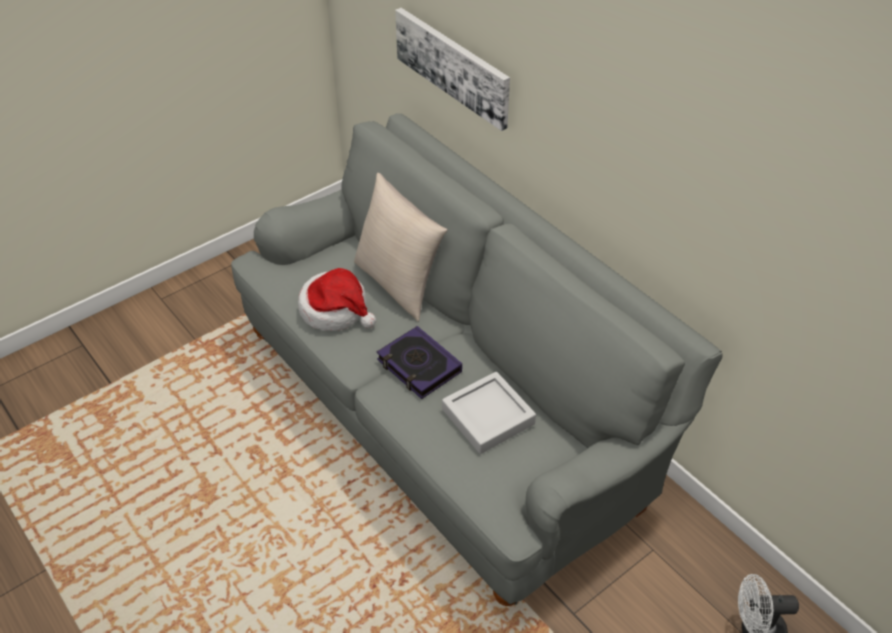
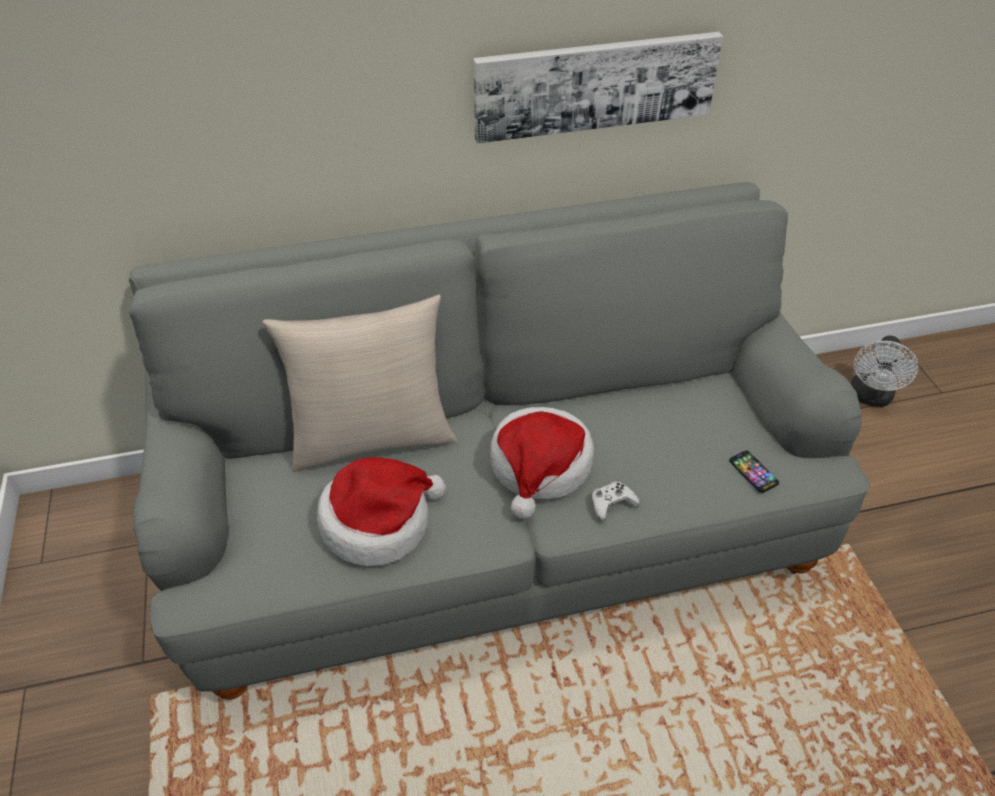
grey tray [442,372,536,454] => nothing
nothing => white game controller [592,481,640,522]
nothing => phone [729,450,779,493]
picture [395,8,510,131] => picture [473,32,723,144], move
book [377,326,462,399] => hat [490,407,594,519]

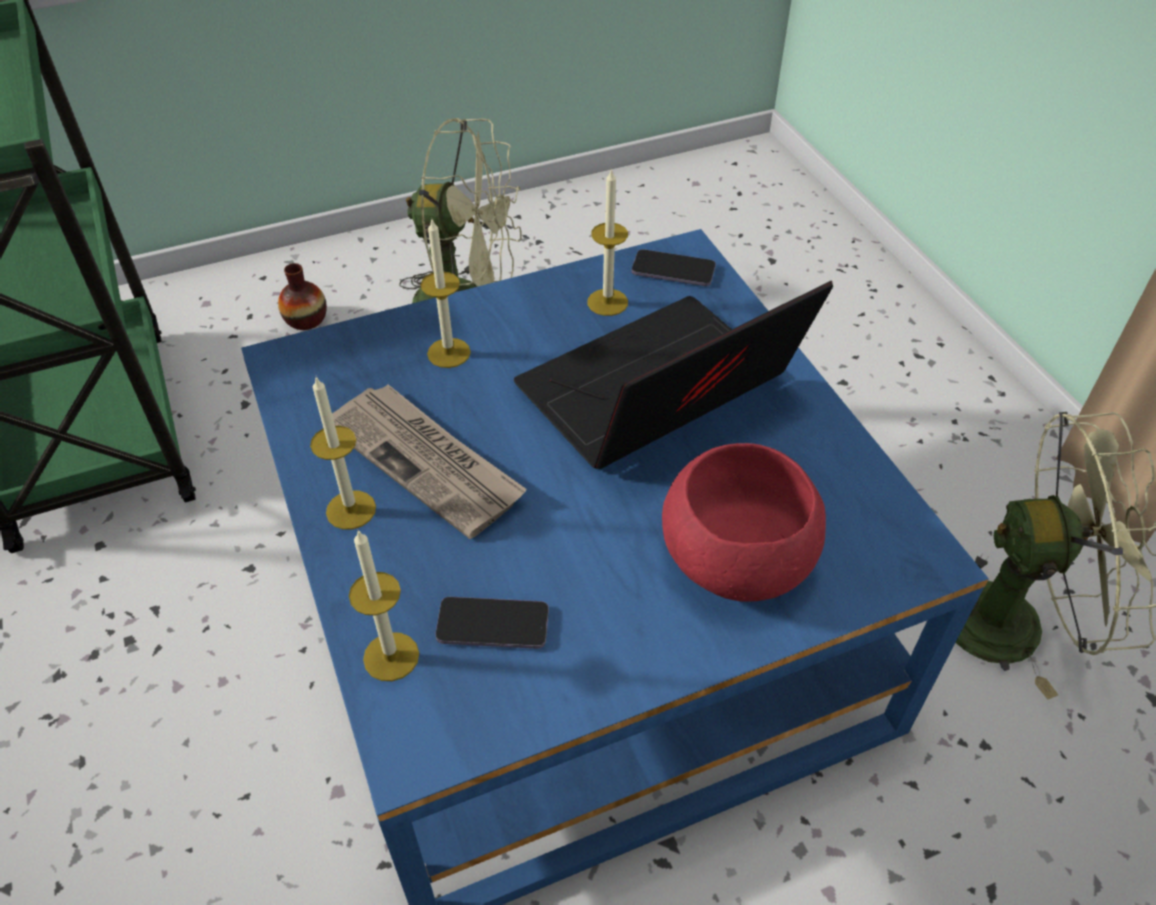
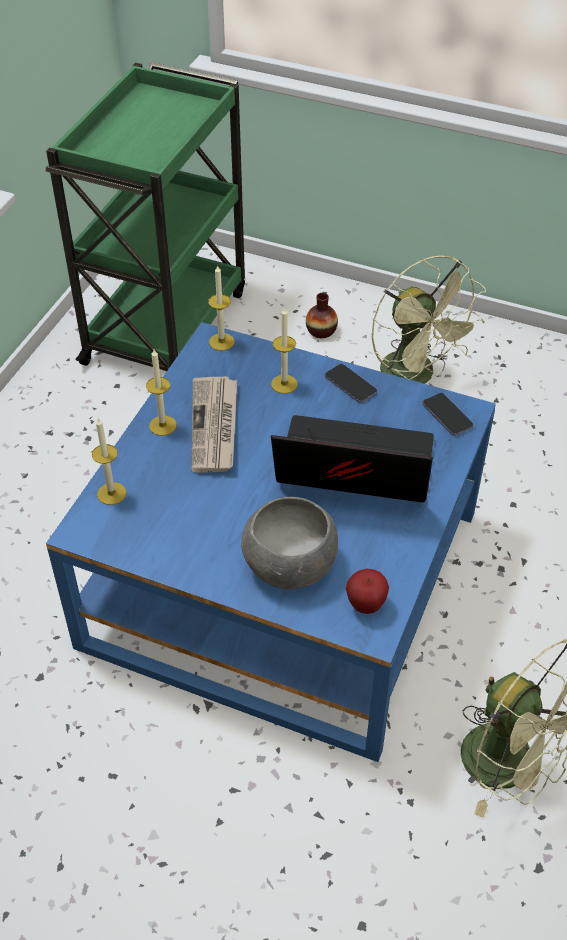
nothing => apple [346,569,389,614]
phone [435,597,549,649] => phone [325,364,377,403], move
candle [588,168,628,316] => candle [208,265,235,351], move
red bowl [662,443,826,602] => grey bowl [241,497,338,589]

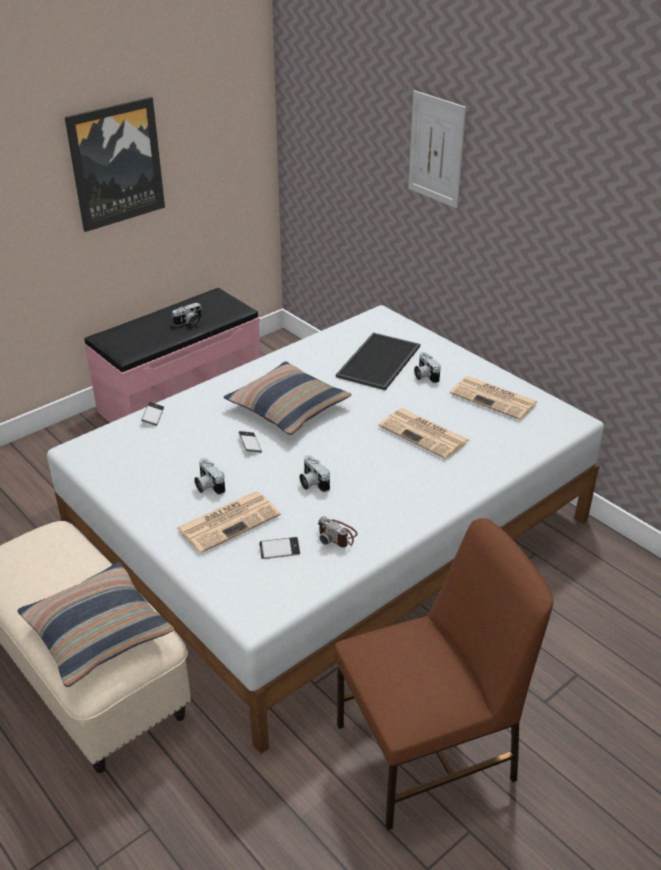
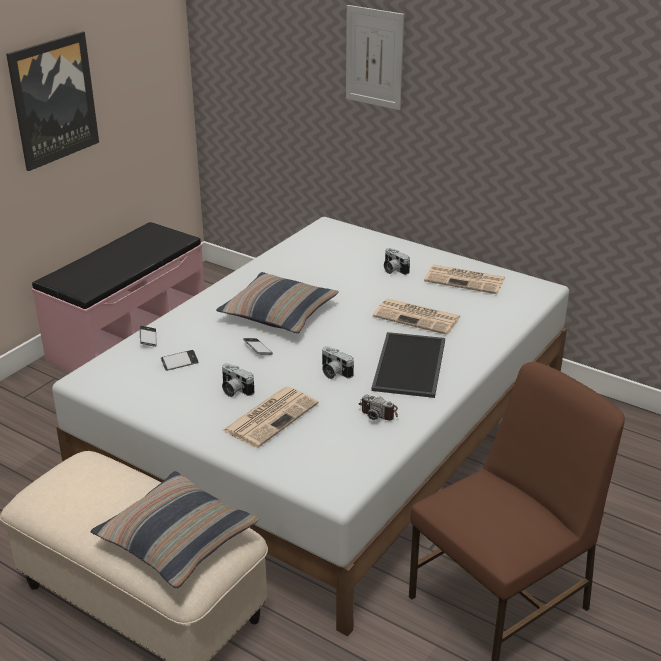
photo camera [172,302,202,327] => nothing
phone [259,537,300,559] => phone [161,350,198,371], move
tray [336,333,420,390] => tray [371,332,445,398], move

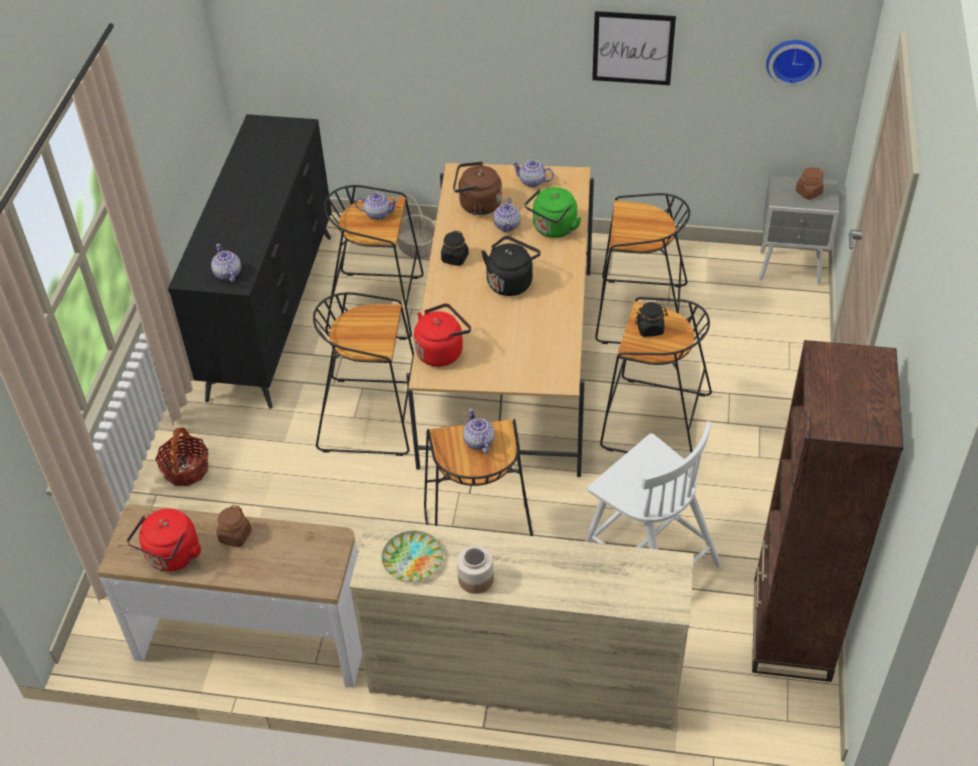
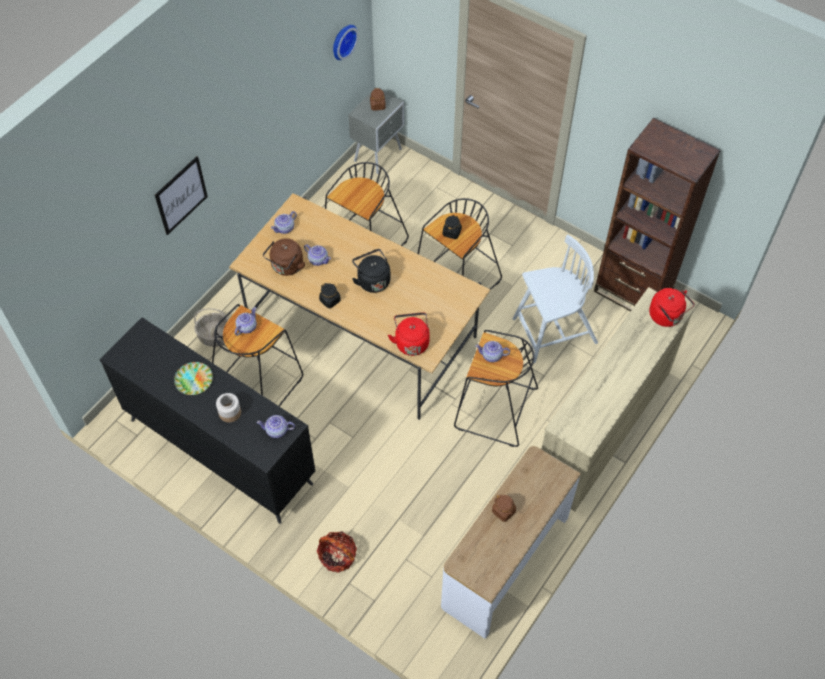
black stool [313,292,414,456] => nothing
green kettle [525,187,581,238] => nothing
red kettle [127,508,201,571] => red kettle [649,288,695,327], move
plate [382,531,443,582] => plate [174,362,213,395], move
jar [457,545,494,594] => jar [216,393,241,422], move
picture [592,11,676,85] => picture [155,156,208,235], move

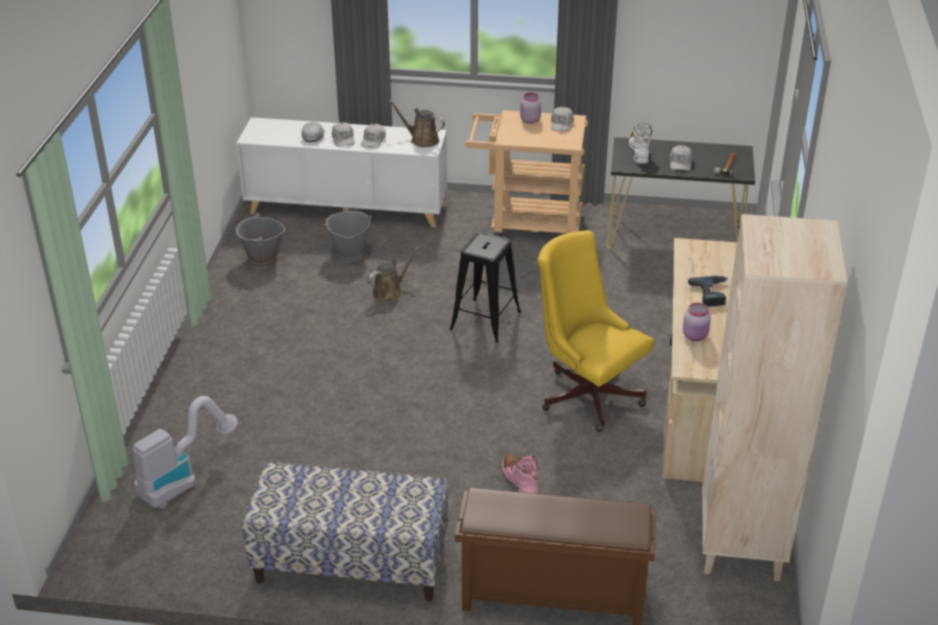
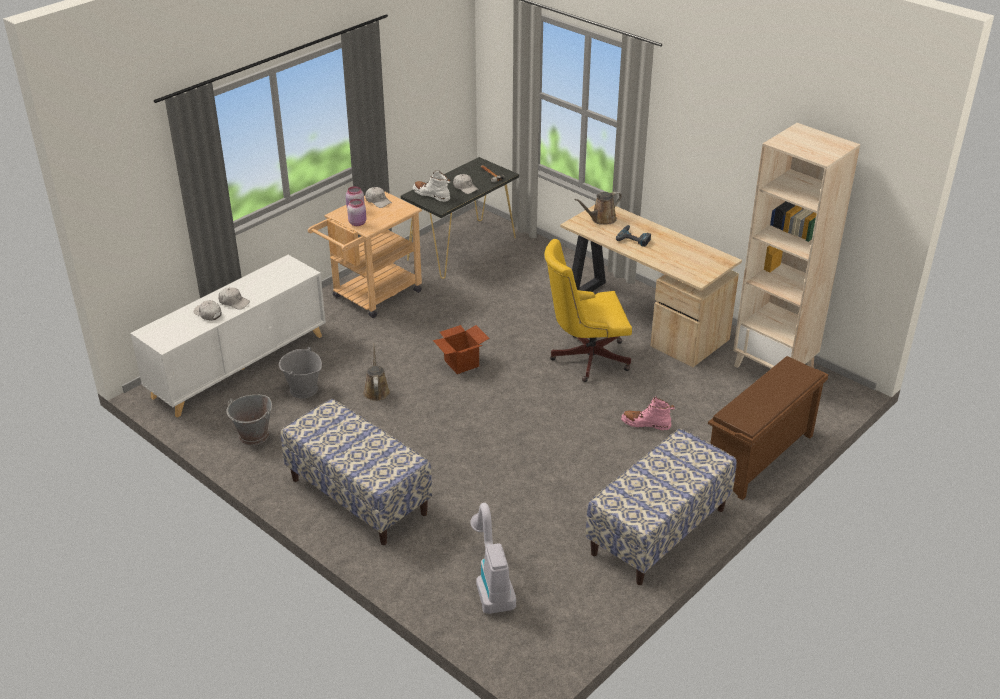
white cap [361,124,386,148] => nothing
nothing => bench [281,399,432,545]
brown watering can [389,100,445,147] => brown watering can [575,191,622,224], move
pink jar [683,302,711,341] => pink jar [347,199,366,226], move
black stool [450,231,521,343] => cardboard box [433,325,490,374]

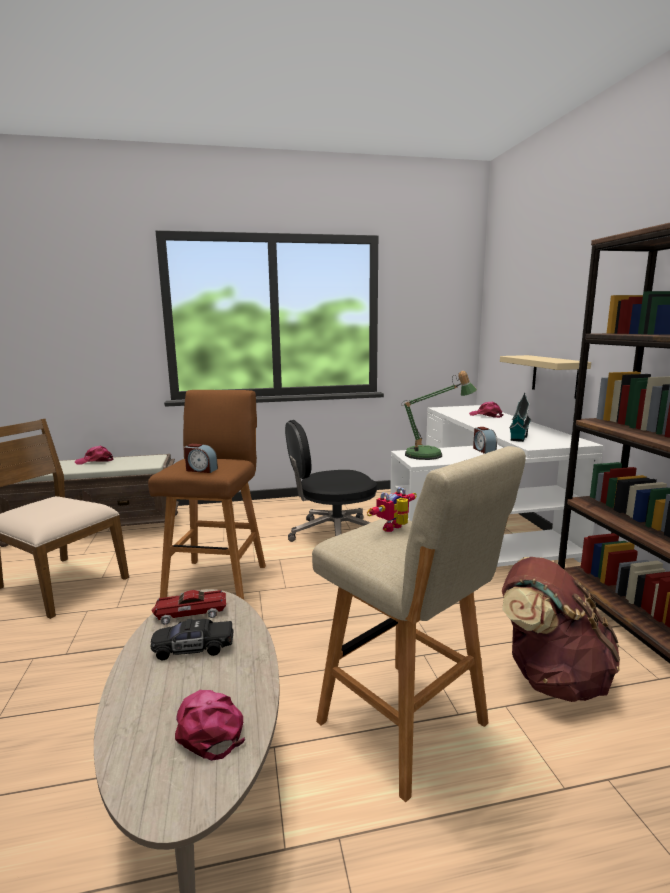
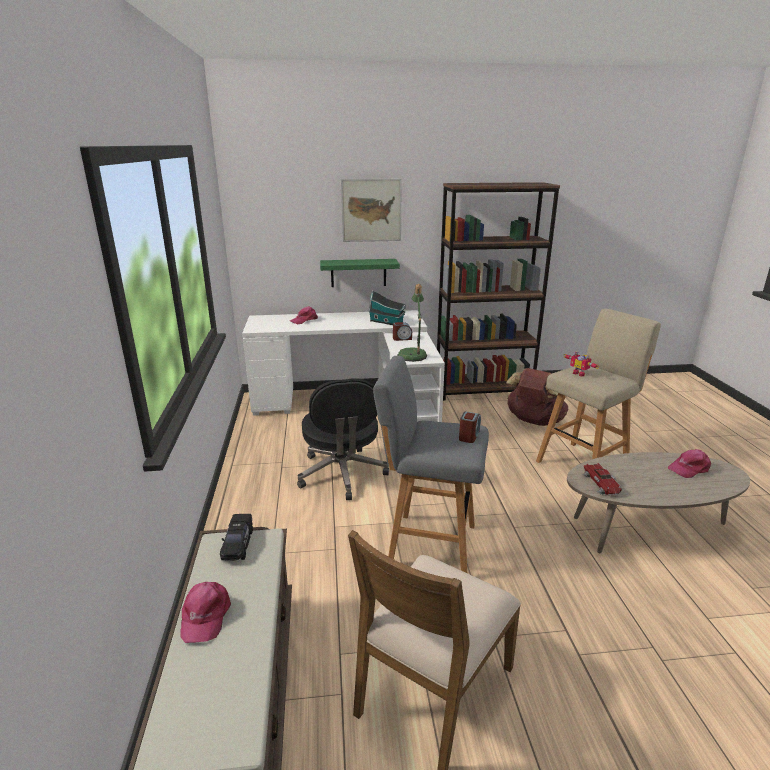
nothing => picture [341,179,402,242]
black toy car [150,619,234,660] => black toy car [220,514,253,561], move
brown stool [148,390,266,600] => grey stool [373,356,489,573]
beige shelf [500,355,591,399] => green shelf [320,259,400,287]

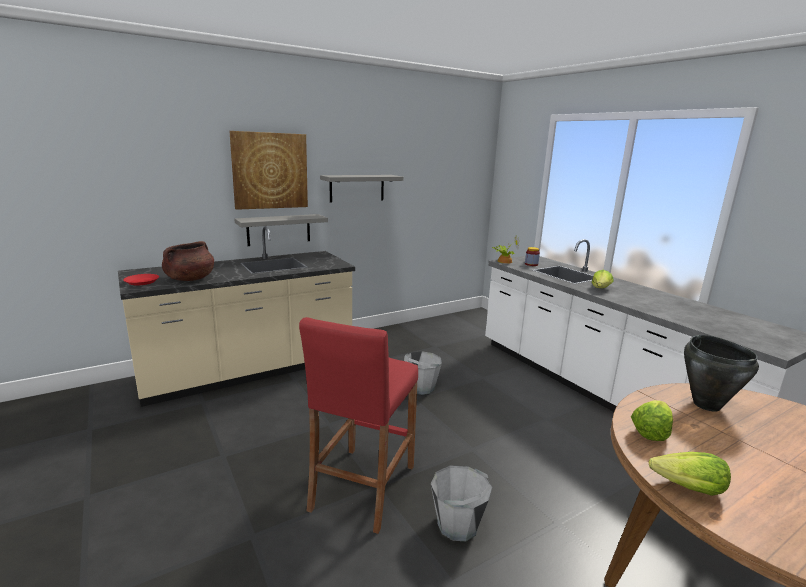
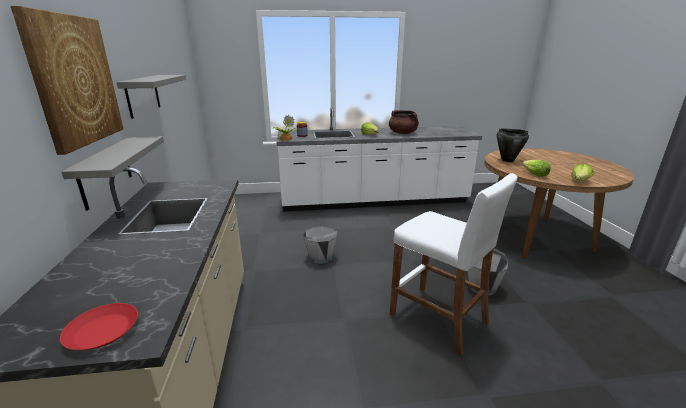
brown cooking pot [162,241,214,281] => brown cooking pot [389,110,419,134], move
red stool [299,317,418,534] => white stool [390,173,518,355]

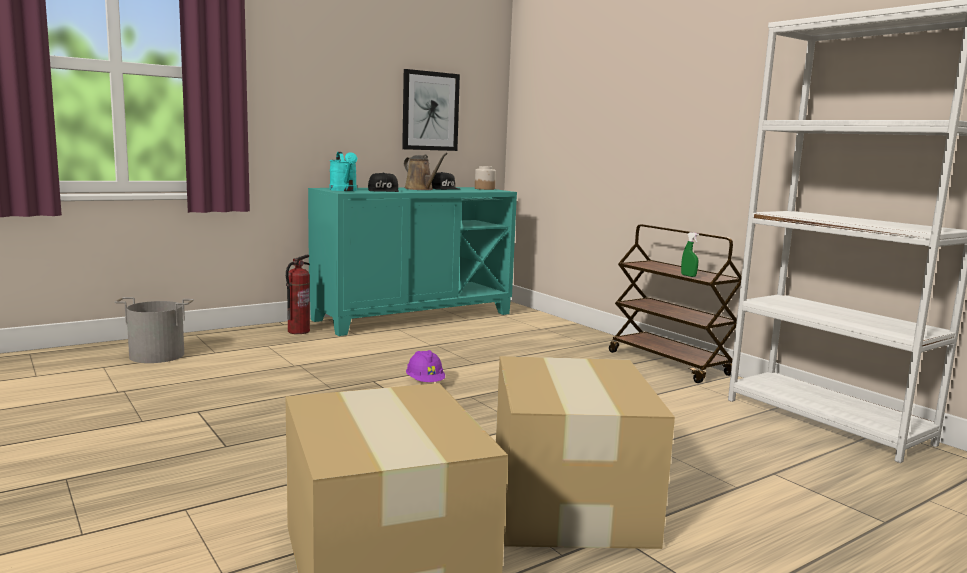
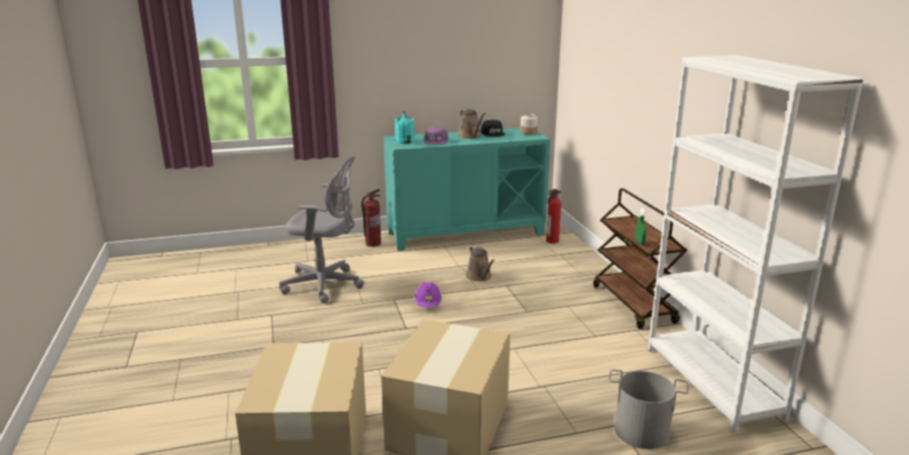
picture [402,69,460,151] => nothing
nothing => grey office chair [279,156,365,303]
nothing => brown watering can [466,246,495,281]
nothing => fire extinguisher [546,189,561,244]
grey bucket [115,297,194,363] => grey bucket [609,369,689,449], move
black cap [368,172,399,192] => purple cap [424,127,448,145]

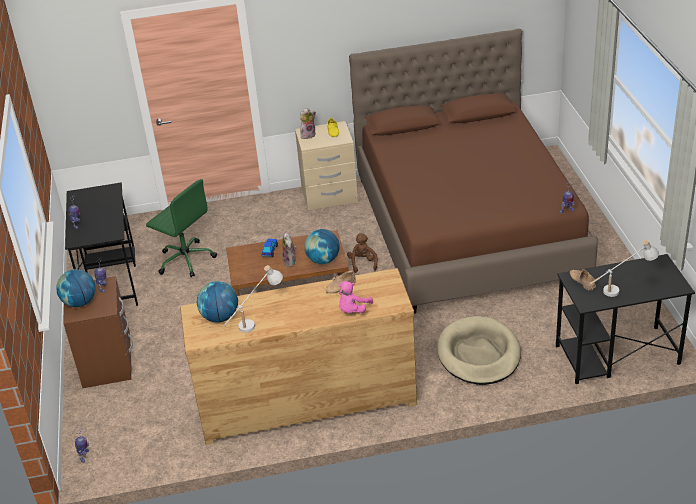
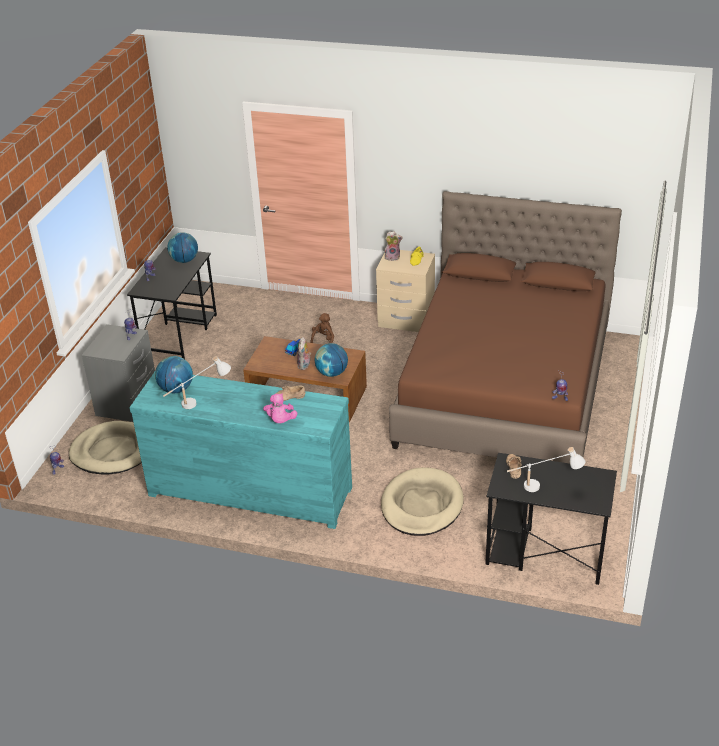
green office chair [146,179,217,277] => nothing
nothing => beige dog bed [69,421,142,475]
globe [56,269,96,307] => globe [167,232,198,263], move
brown plush toy [347,233,378,273] => brown plush toy [310,313,334,343], move
brown nightstand [63,276,133,388] => grey nightstand [82,324,155,422]
brown dresser [180,268,417,445] => turquoise dresser [129,370,352,529]
pink plush toy [339,281,373,313] => pink plush toy [263,393,298,423], 60 degrees counterclockwise

